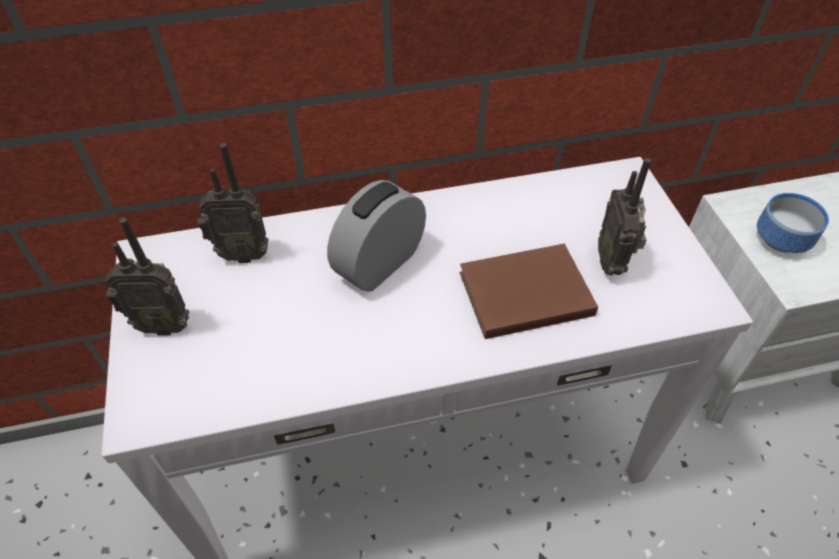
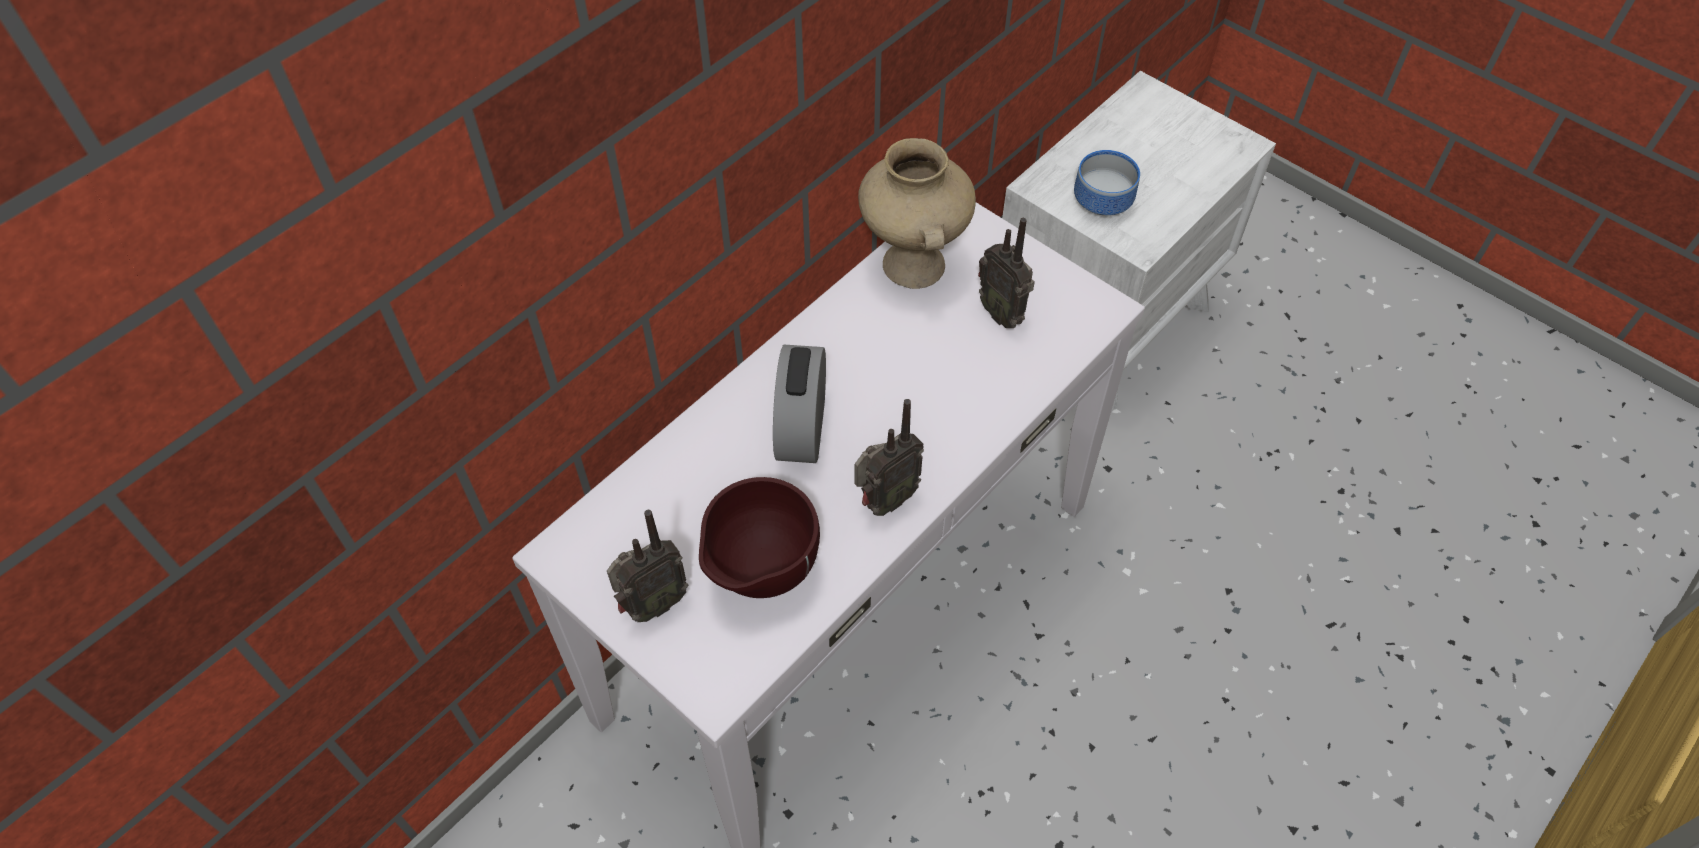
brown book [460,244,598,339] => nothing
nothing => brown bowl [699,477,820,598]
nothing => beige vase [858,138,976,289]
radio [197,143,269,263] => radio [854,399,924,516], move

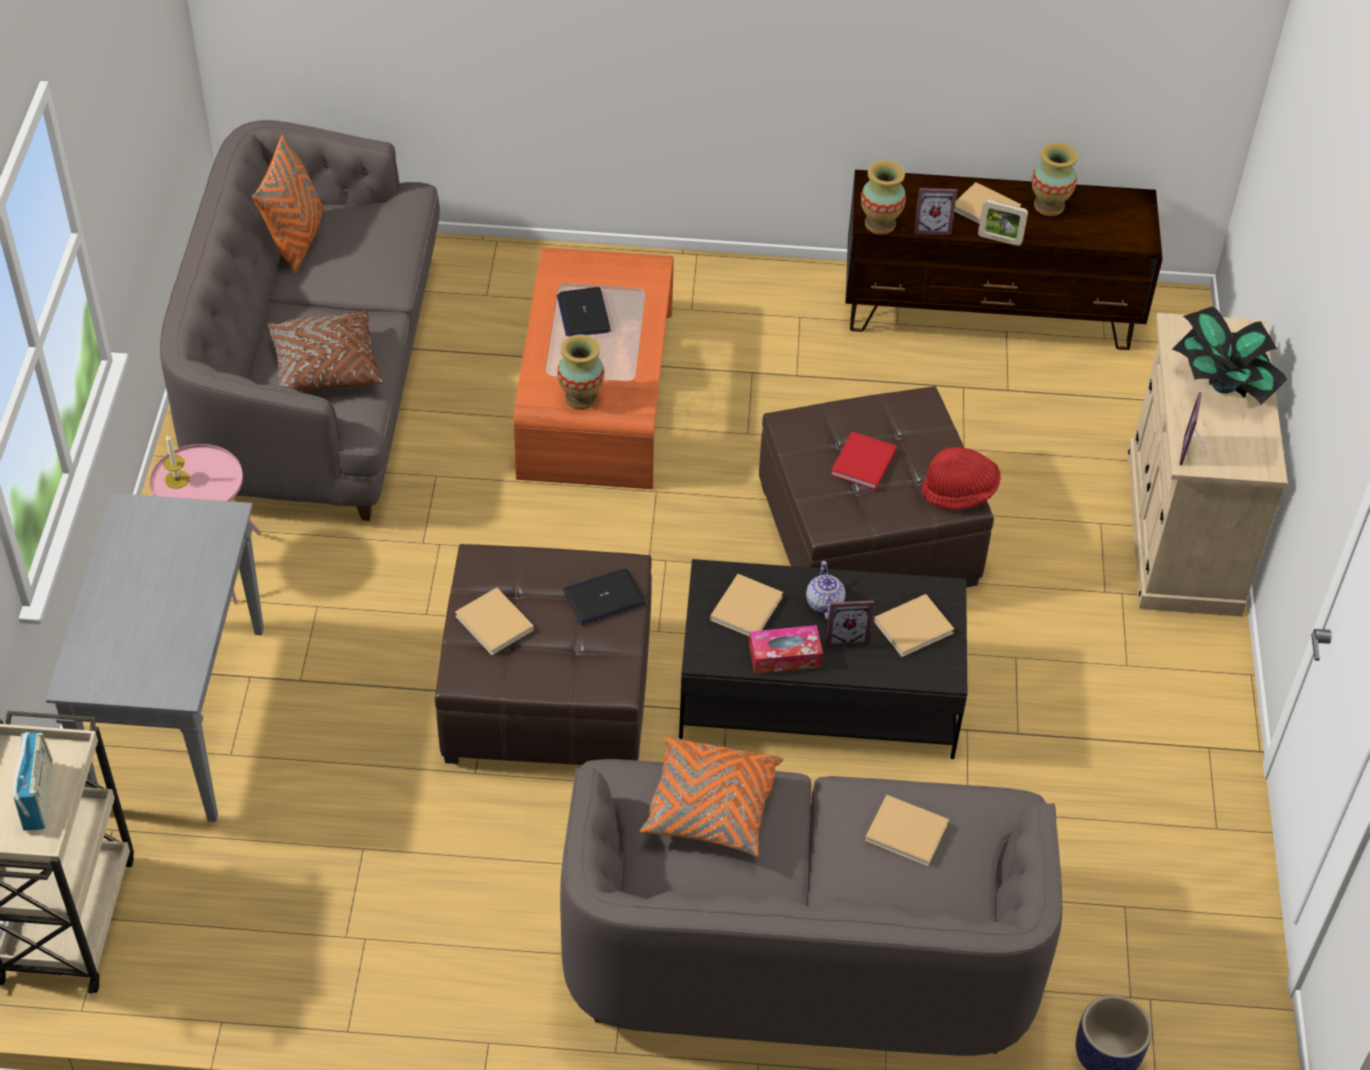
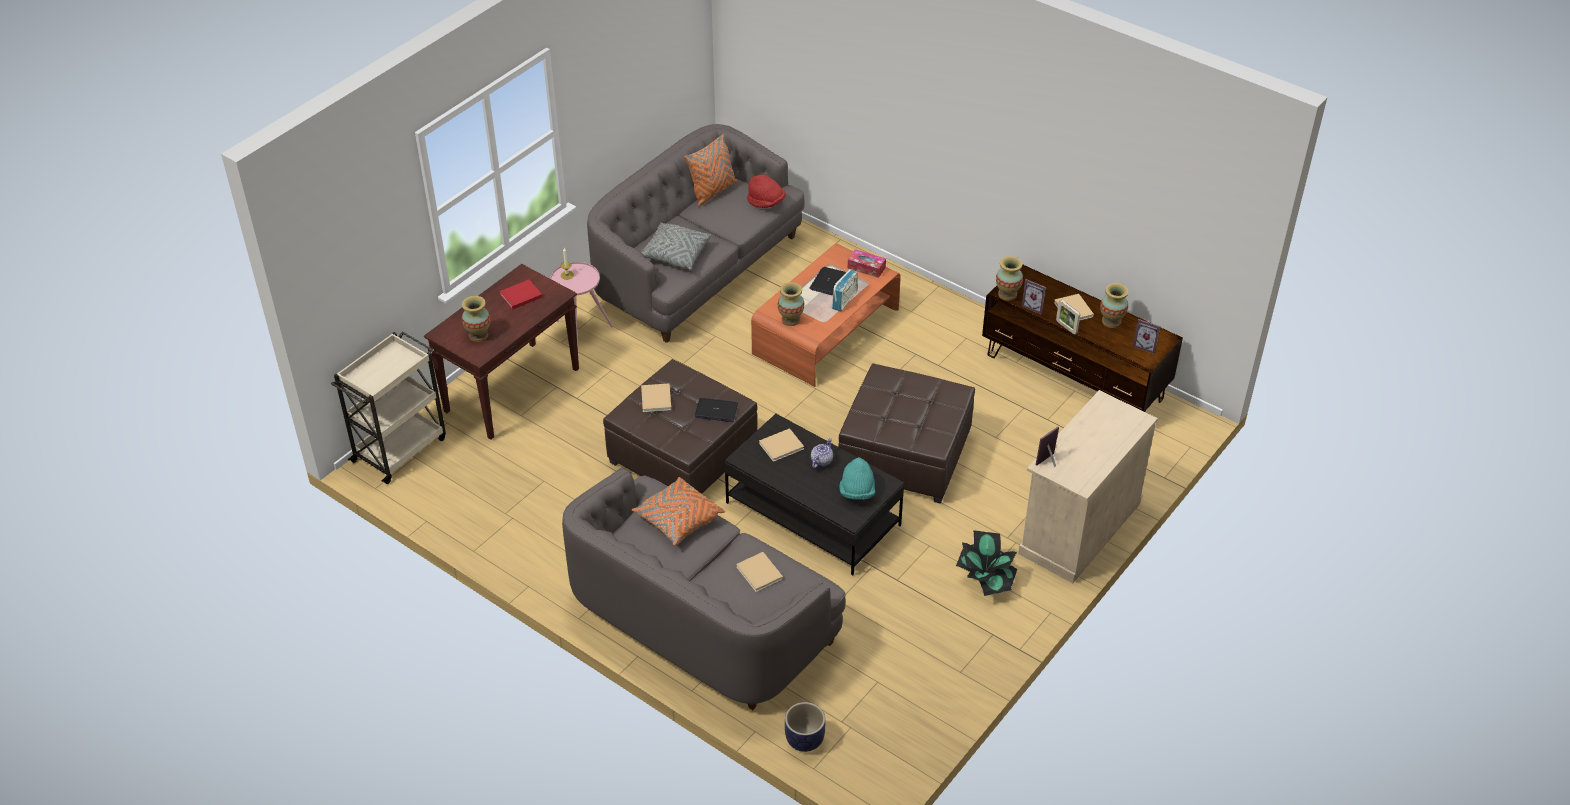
nothing => vase [462,296,490,342]
radio [12,732,53,831] => radio [832,269,858,312], move
tissue box [749,625,823,674] => tissue box [848,249,886,278], move
picture frame [826,600,874,647] => picture frame [1133,319,1161,354], move
red book [831,431,897,490] => red book [499,280,542,309], move
red hat [922,447,1001,510] => red hat [747,175,786,208], move
potted plant [1171,306,1288,405] => potted plant [956,530,1017,596], move
beige book [874,594,954,657] => turquoise hat [839,457,875,500]
grey console table [46,493,264,822] => brown console table [424,264,579,440]
brown pillow [267,311,383,392] => grey pillow [641,222,711,270]

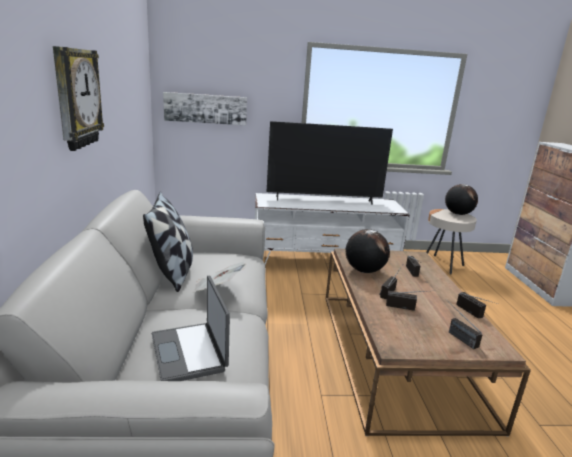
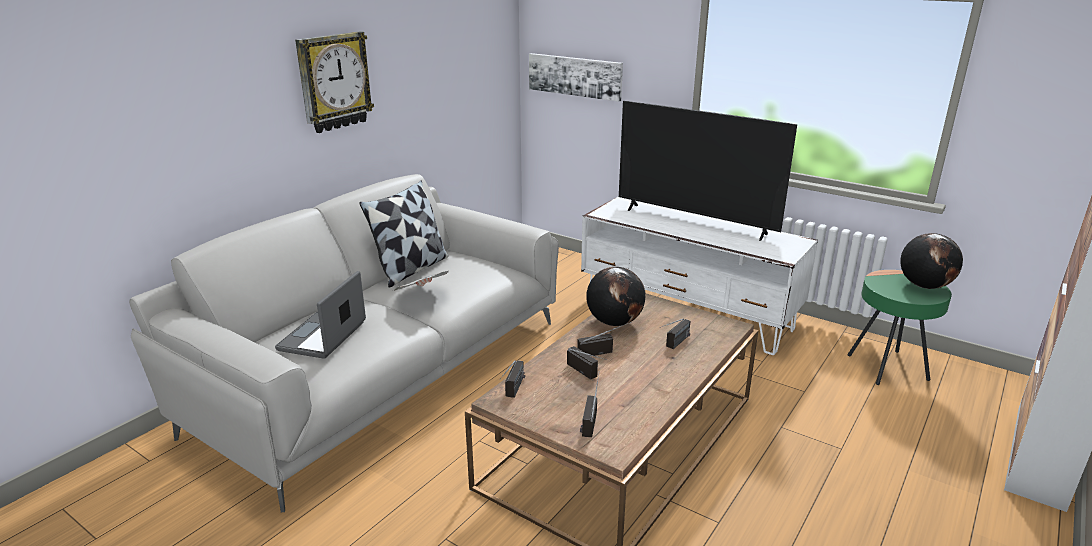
radio [456,292,498,319] => radio [500,360,525,398], move
beige side table [426,209,477,274] => green side table [848,270,952,385]

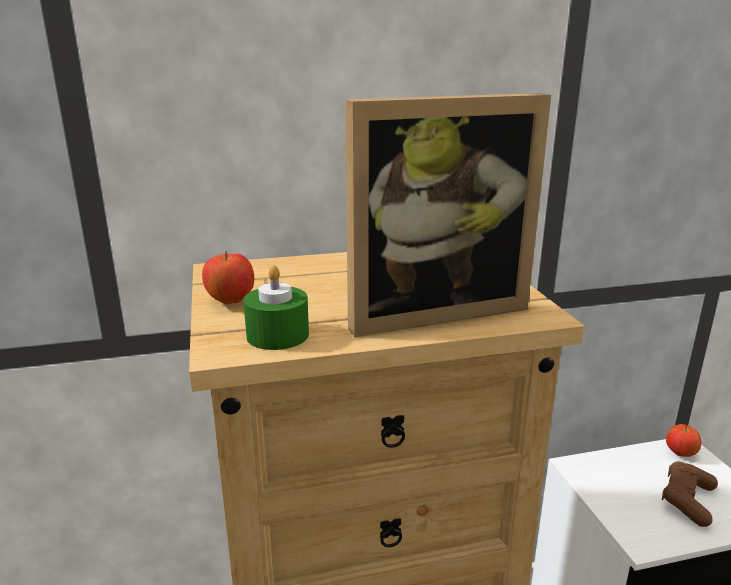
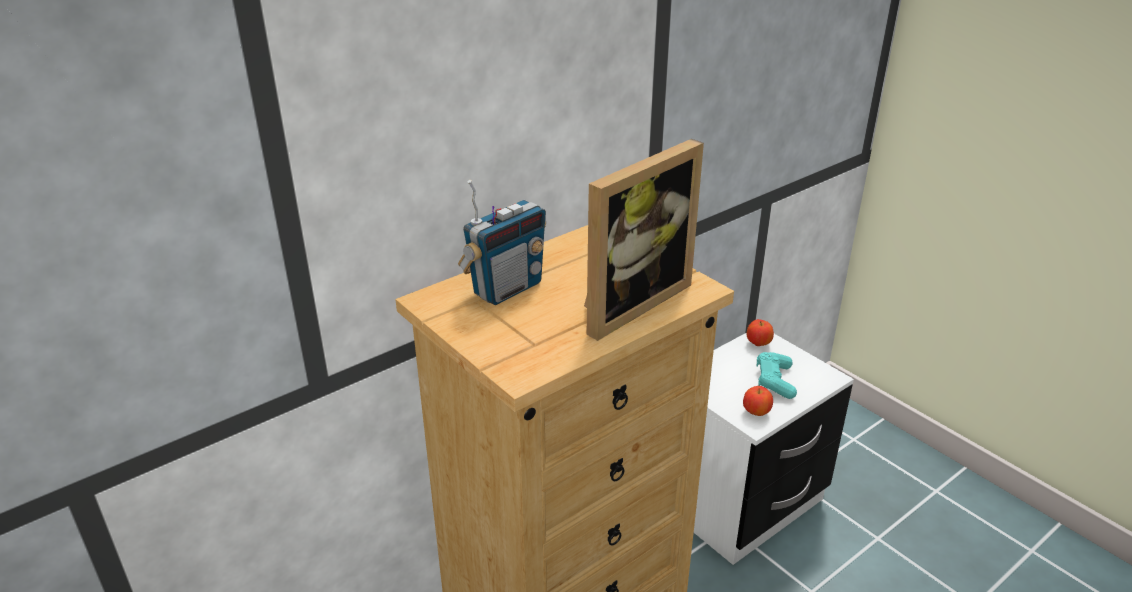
green candle [243,265,309,350] => nothing
nothing => radio [458,180,546,305]
apple [202,251,254,305] => apple [743,386,773,416], move
brown game controller [662,462,718,527] => turquoise game controller [756,352,797,399]

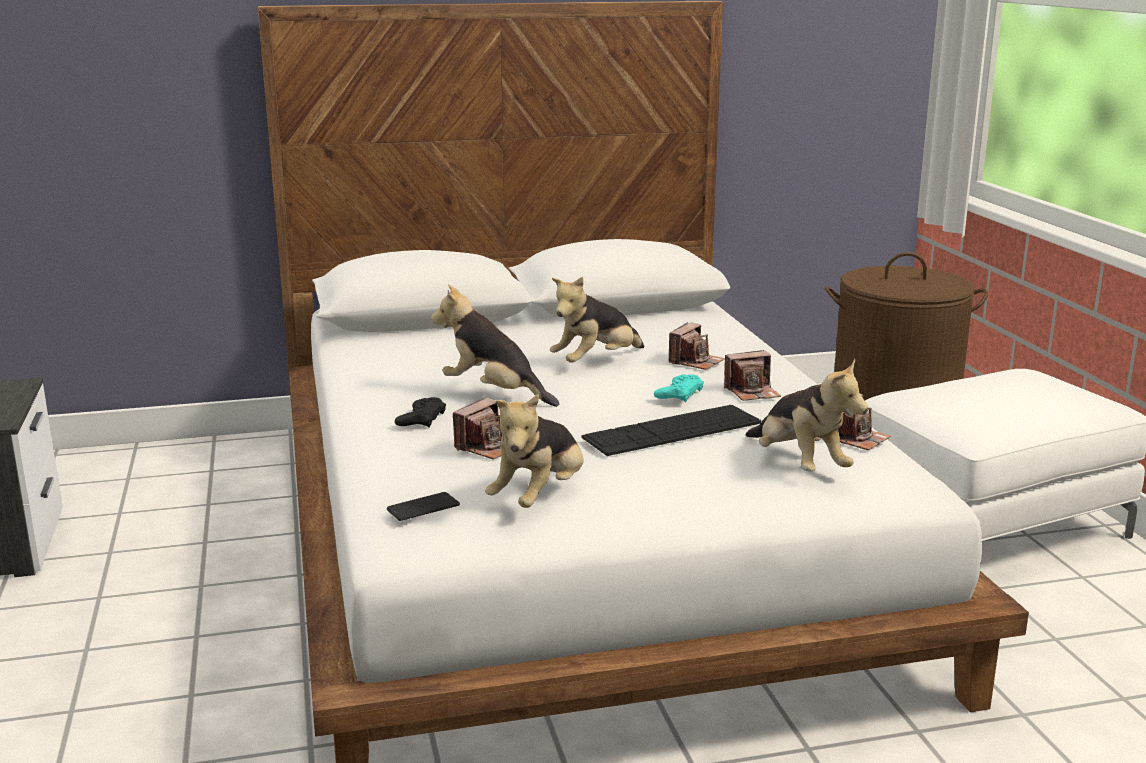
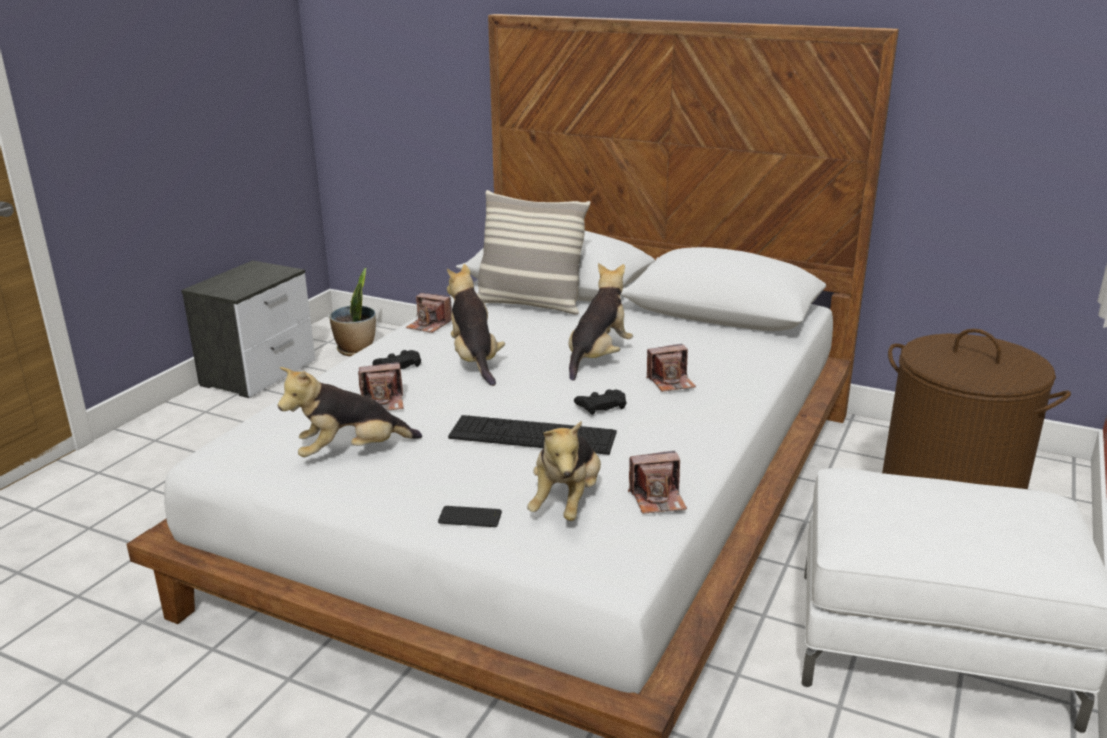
nothing => potted plant [329,267,376,356]
nothing => pillow [477,190,590,314]
phone [387,492,460,521] => phone [438,506,502,527], move
photo camera [724,350,781,401] => photo camera [406,293,452,333], move
turquoise game controller [654,374,704,402] => black game controller [574,390,627,415]
plush toy [550,276,644,363] => plush toy [568,263,633,381], 120 degrees clockwise

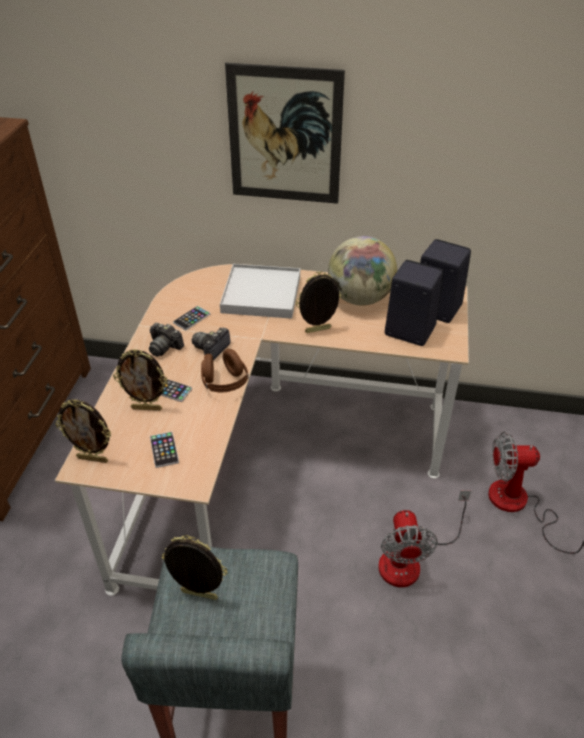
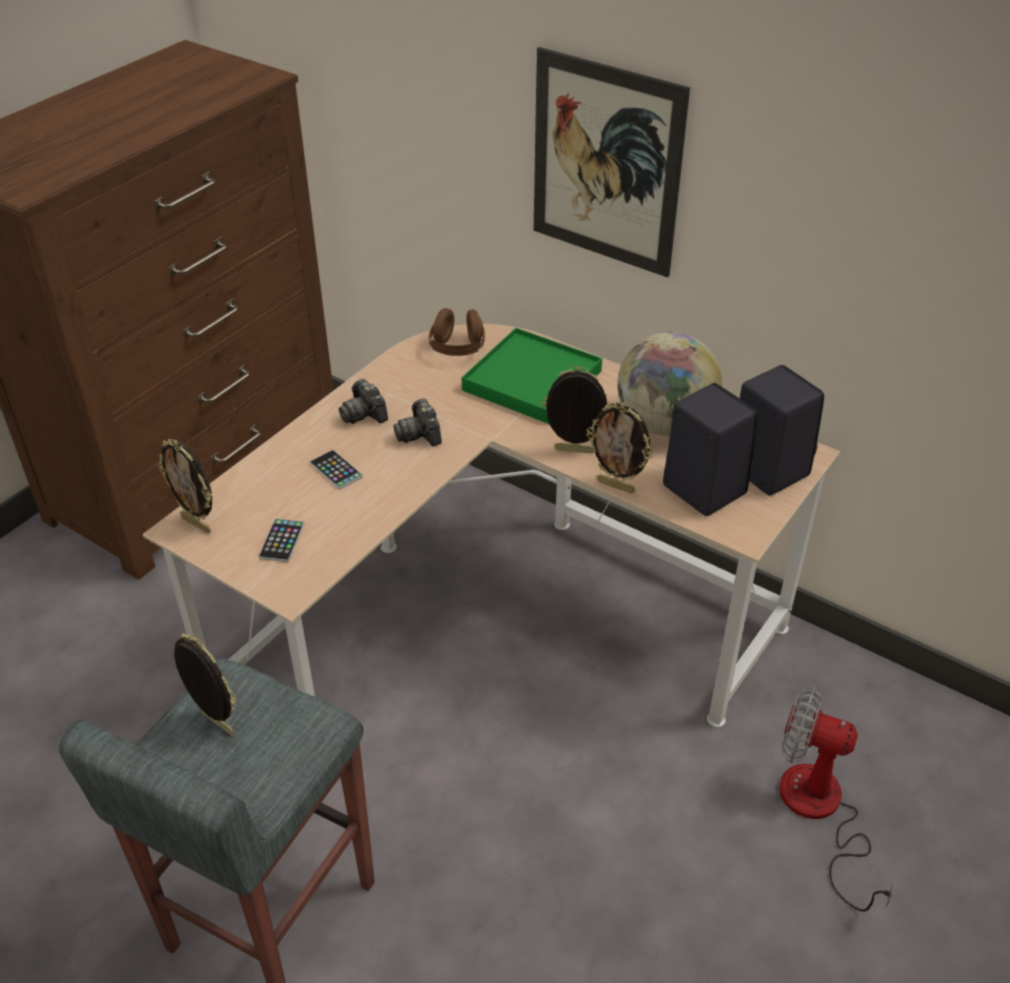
phone [173,306,210,330] => nothing
fan [378,490,471,587] => nothing
picture frame [113,349,167,411] => picture frame [587,402,653,494], move
brown headphones [201,349,249,392] => brown headphones [429,308,485,356], move
white tray [220,264,300,319] => green tray [462,328,602,424]
photo camera [192,328,231,360] => photo camera [393,399,442,446], 75 degrees counterclockwise

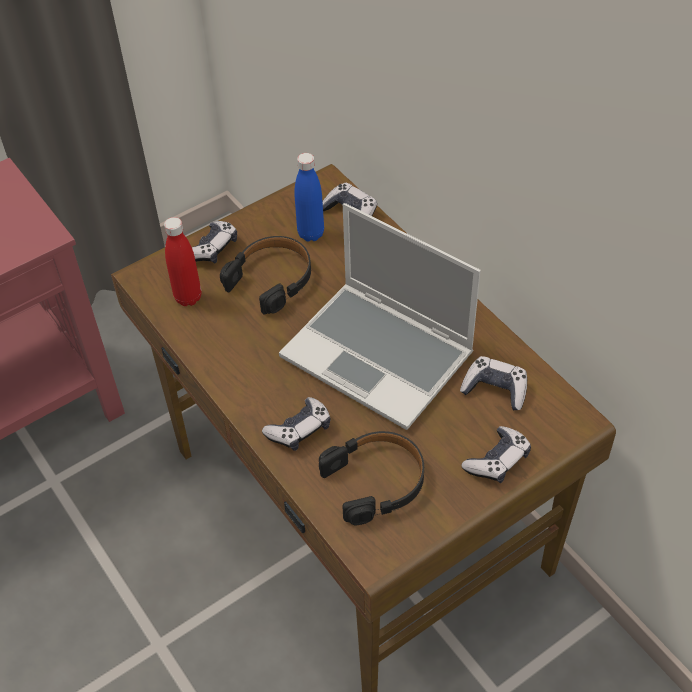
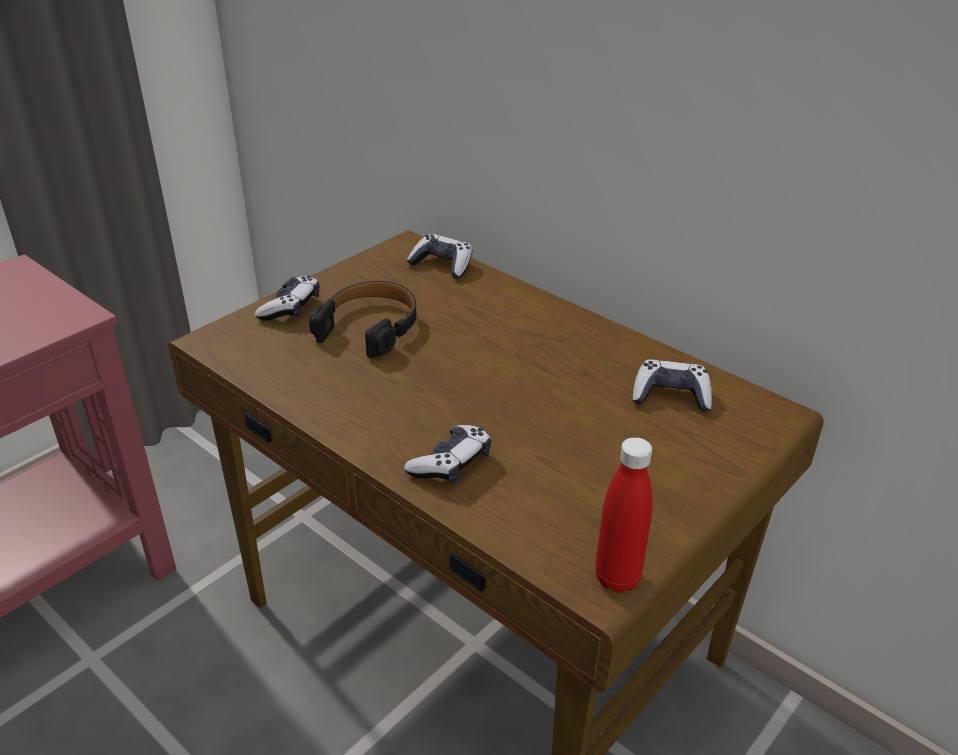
laptop [279,203,481,430] => nothing
blue bottle [294,153,324,241] => nothing
black headphones [319,431,424,525] => nothing
game controller [461,426,531,483] => nothing
red bottle [164,217,201,306] => red bottle [595,437,653,593], move

